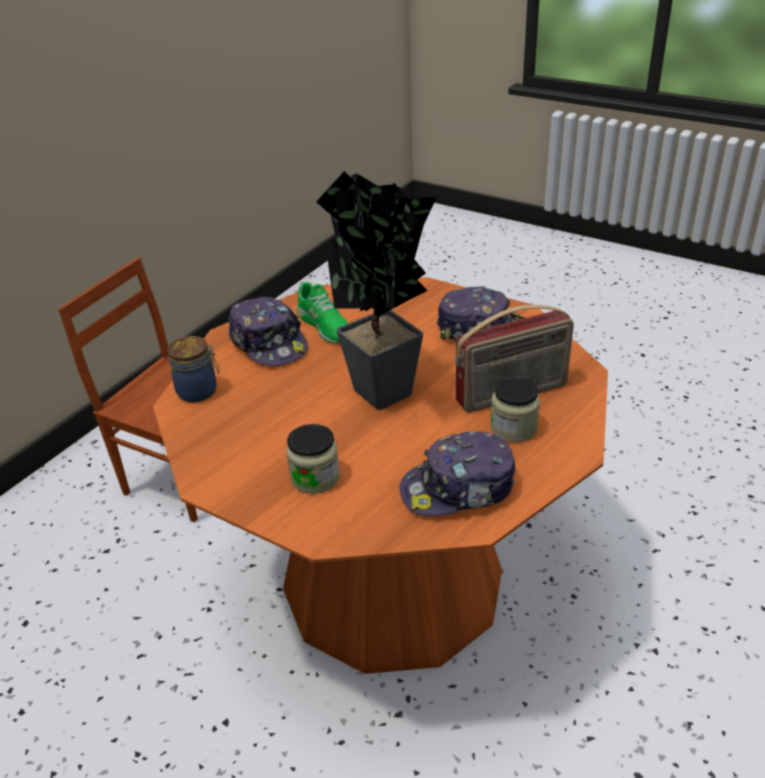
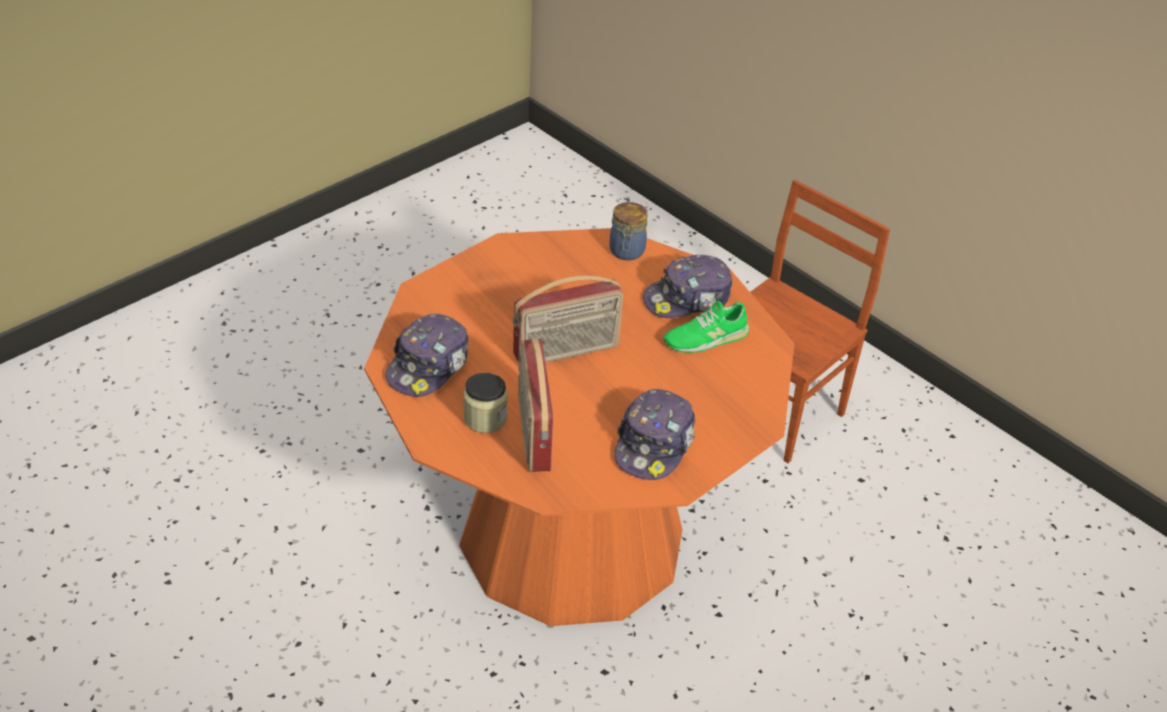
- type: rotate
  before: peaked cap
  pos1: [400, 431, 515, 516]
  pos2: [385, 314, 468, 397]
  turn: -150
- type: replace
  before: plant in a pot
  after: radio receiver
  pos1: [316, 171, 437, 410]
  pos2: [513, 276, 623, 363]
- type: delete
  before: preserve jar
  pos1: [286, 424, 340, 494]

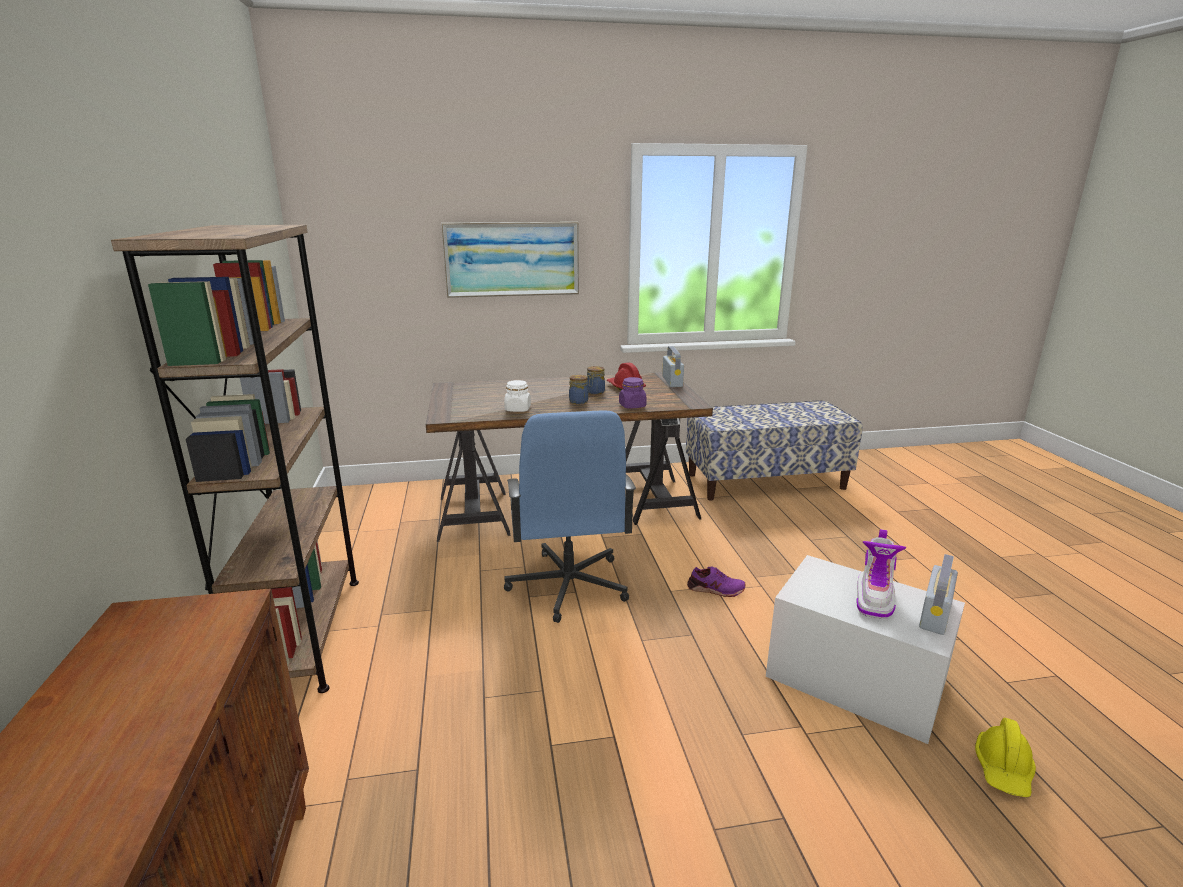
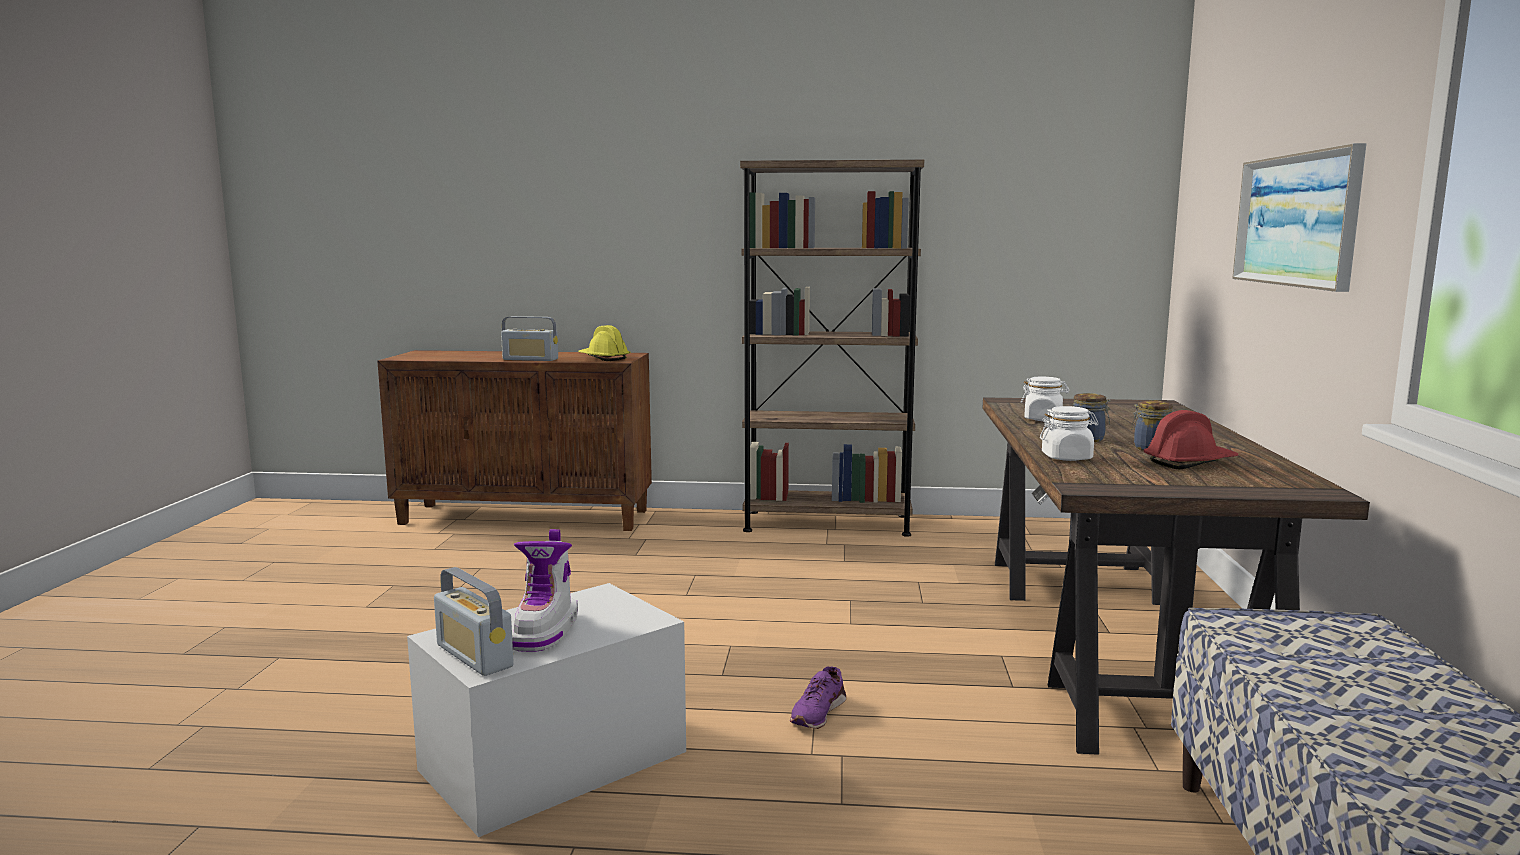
- type: move
  before: radio receiver
  pos1: [662, 346, 684, 387]
  pos2: [501, 316, 558, 361]
- type: rotate
  before: high-top boot
  pos1: [856, 529, 906, 619]
  pos2: [512, 529, 578, 652]
  turn: -120
- type: move
  before: yellow-coloured work helmet
  pos1: [975, 717, 1036, 797]
  pos2: [578, 325, 630, 361]
- type: recolor
  before: purple preserve jar
  after: white-coloured preserve jar
  pos1: [619, 377, 647, 408]
  pos2: [1040, 406, 1099, 461]
- type: delete
  before: blue office chair
  pos1: [504, 411, 636, 623]

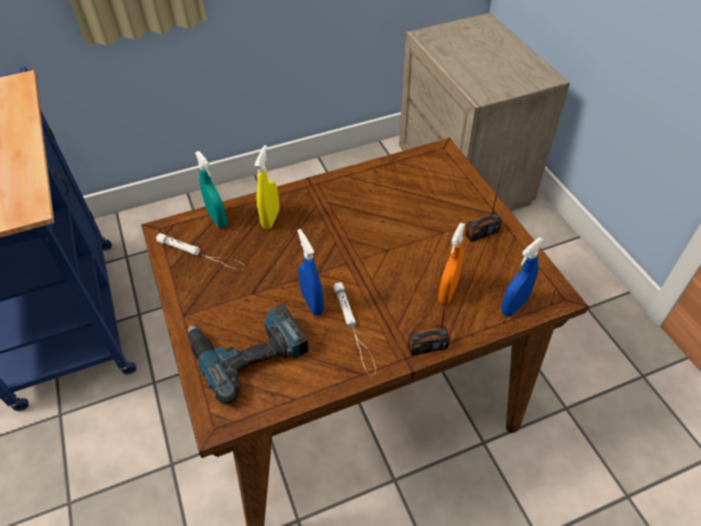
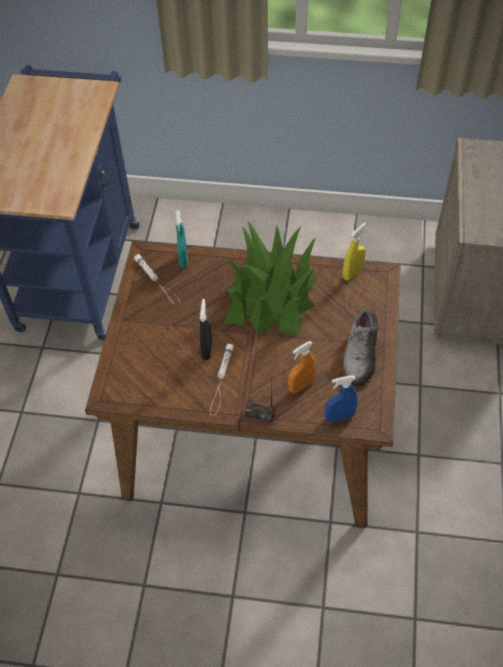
- type: recolor
  before: blue sprayer
  after: blackish sprayer
  pos1: [297, 229, 324, 315]
  pos2: [200, 299, 212, 360]
- type: insert
  after: plant in a pot
  pos2: [225, 220, 316, 336]
- type: move
  before: yellow-coloured sprayer
  pos1: [254, 145, 280, 229]
  pos2: [343, 223, 366, 280]
- type: replace
  before: radio receiver
  after: low shoe
  pos1: [465, 160, 505, 242]
  pos2: [343, 308, 384, 386]
- type: delete
  before: electric drill
  pos1: [188, 304, 309, 404]

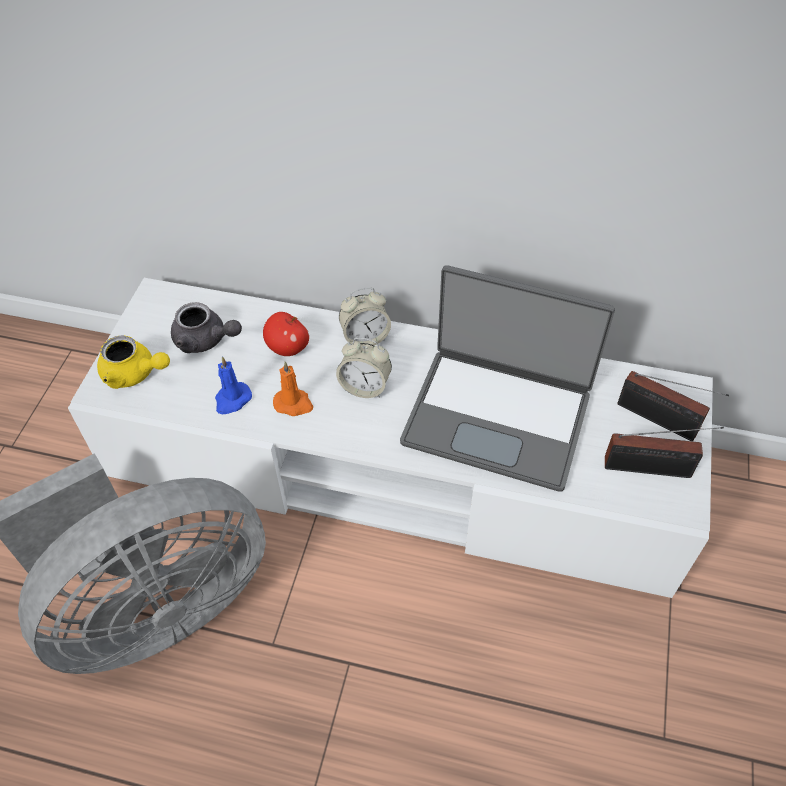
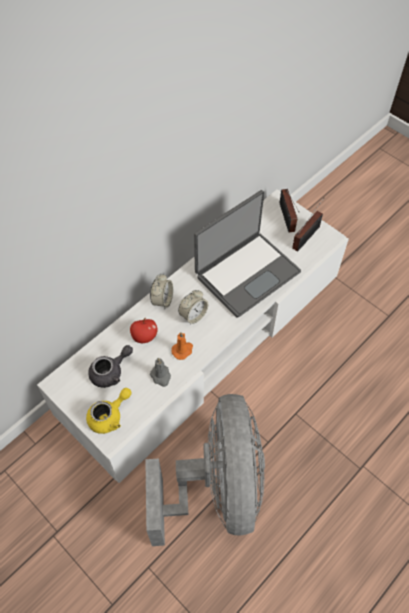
- type: recolor
  before: blue wax candle
  after: greyish wax candle
  pos1: [215, 356, 252, 414]
  pos2: [150, 358, 171, 387]
- type: rotate
  before: radio receiver
  pos1: [617, 371, 729, 441]
  pos2: [279, 189, 299, 232]
  turn: 105

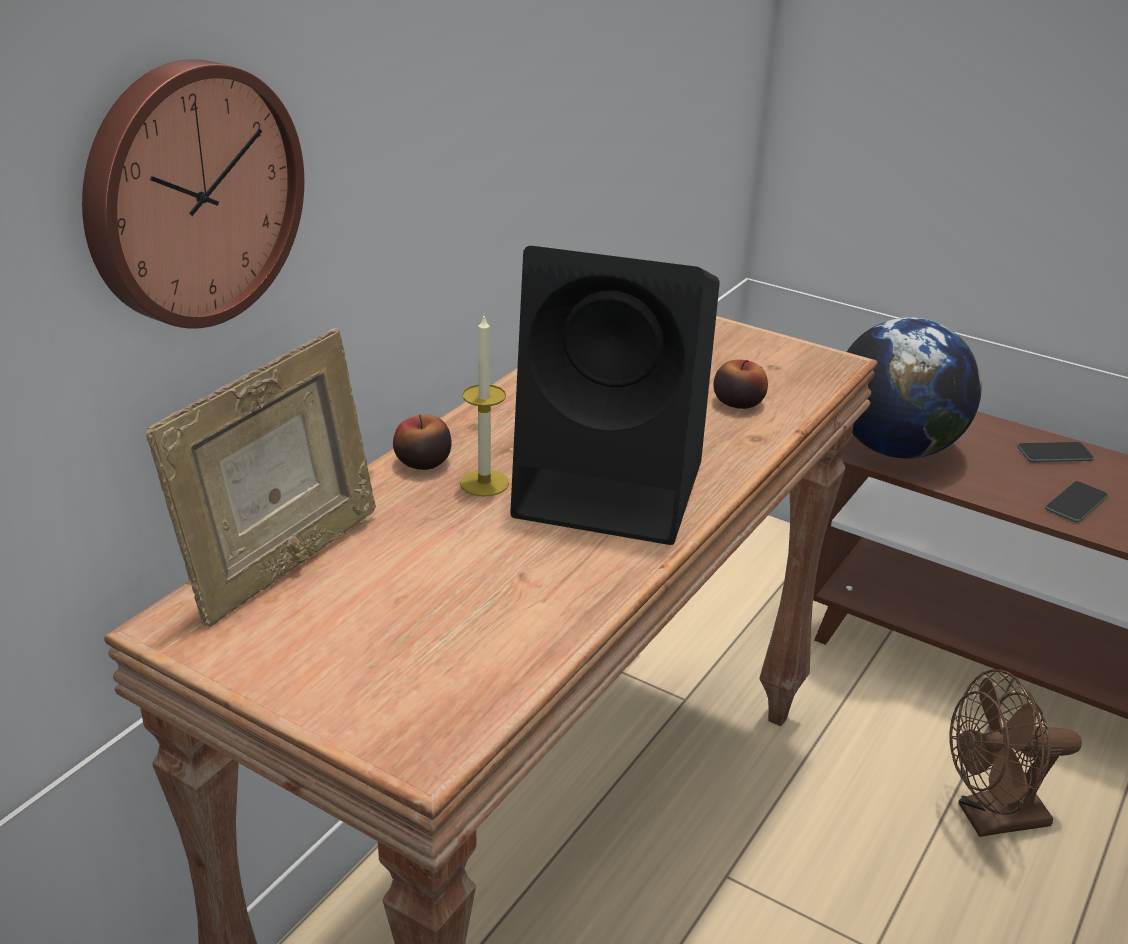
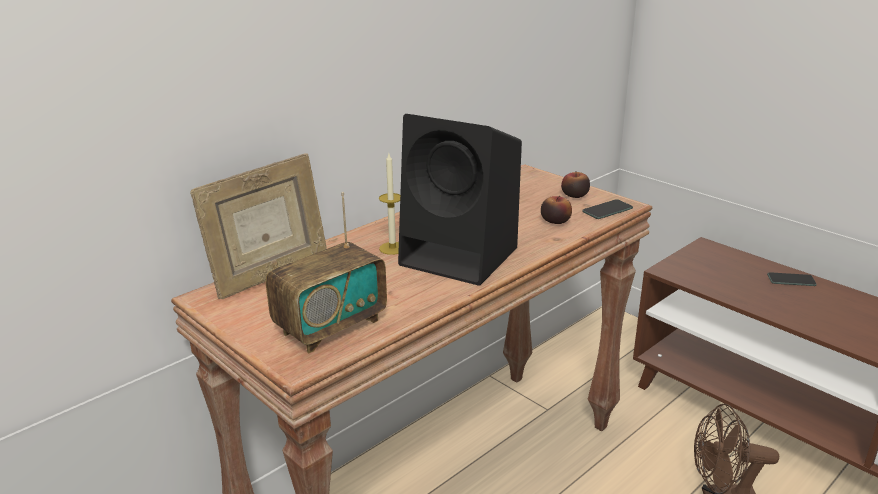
- type: insert
  after: radio receiver
  pos2: [266, 192, 387, 353]
- type: move
  before: apple fruit
  pos1: [393, 414, 452, 470]
  pos2: [561, 171, 590, 198]
- type: move
  before: telephone
  pos1: [1045, 481, 1108, 522]
  pos2: [582, 199, 633, 219]
- type: delete
  before: wall clock
  pos1: [82, 59, 304, 329]
- type: delete
  before: globe
  pos1: [847, 317, 982, 458]

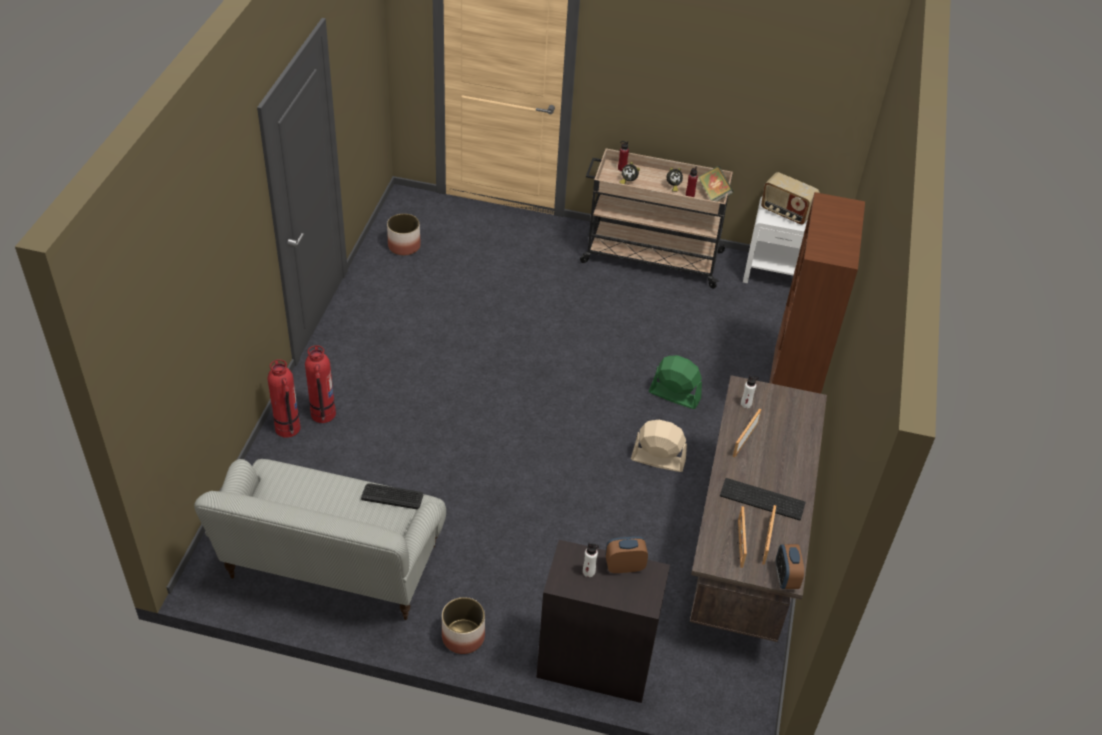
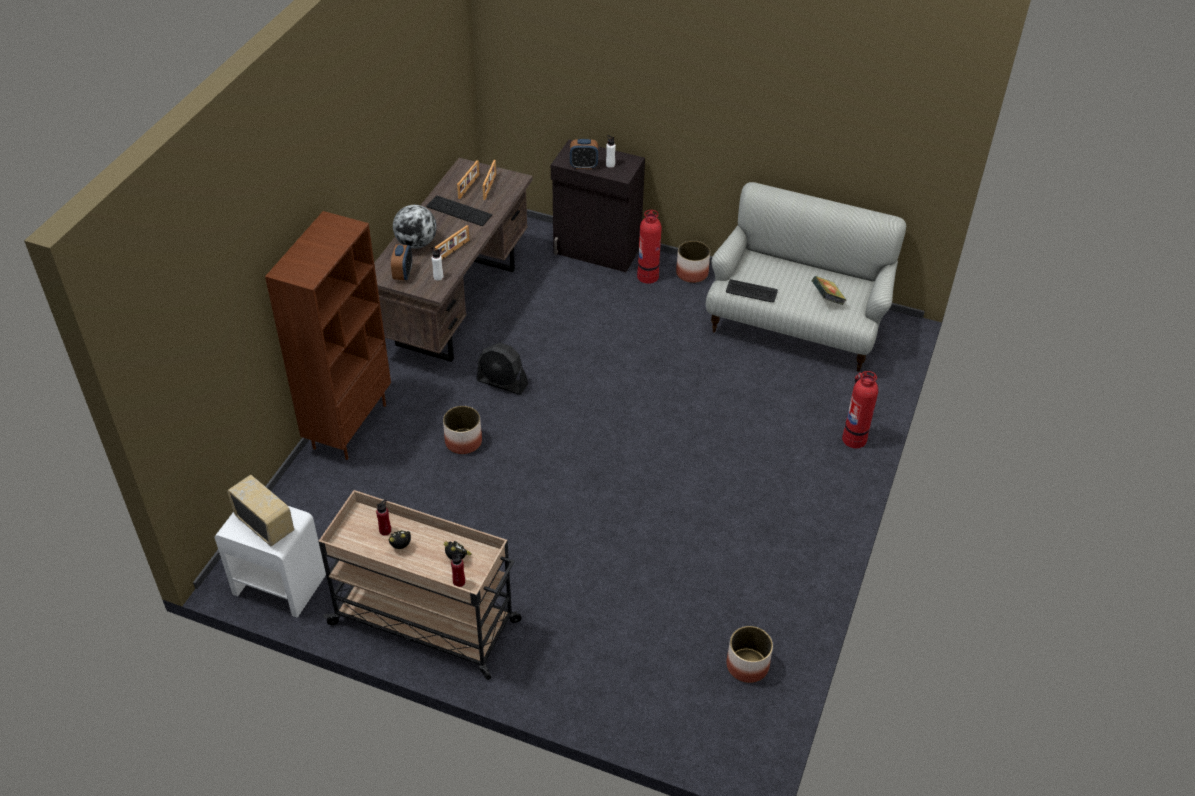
- type: move
  before: table clock
  pos1: [776, 544, 804, 589]
  pos2: [391, 244, 412, 280]
- type: insert
  after: globe
  pos2: [393, 205, 437, 249]
- type: replace
  before: green electric fan
  after: planter
  pos1: [649, 355, 702, 409]
  pos2: [443, 406, 482, 454]
- type: recolor
  before: beige-coloured electric fan
  after: blackish electric fan
  pos1: [631, 420, 687, 472]
  pos2: [477, 343, 528, 395]
- type: move
  before: fire extinguisher
  pos1: [305, 345, 336, 423]
  pos2: [637, 210, 662, 284]
- type: move
  before: book
  pos1: [698, 166, 734, 202]
  pos2: [812, 276, 846, 305]

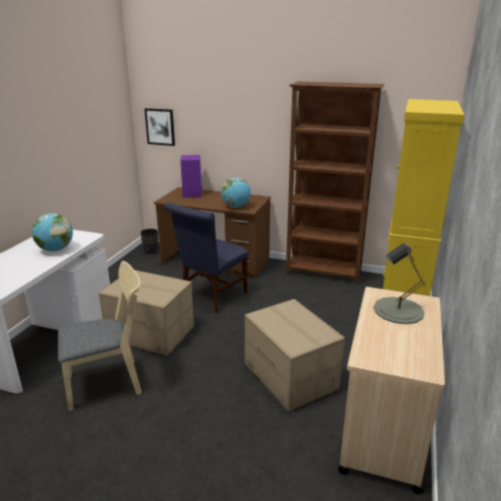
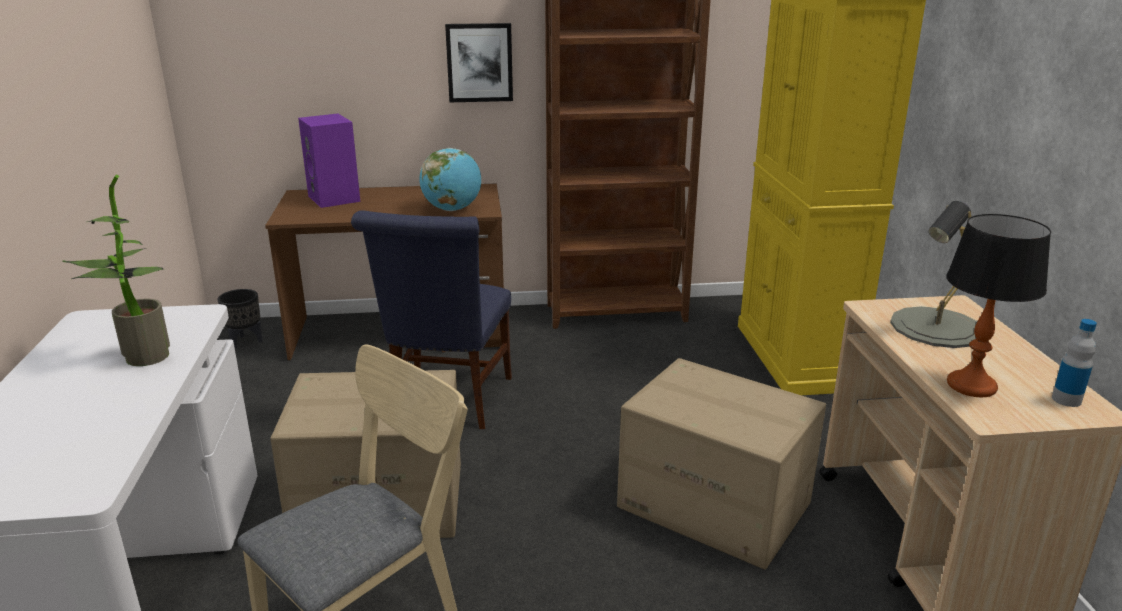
- type: replace
  before: globe
  after: plant in a pot
  pos1: [32, 213, 73, 251]
  pos2: [62, 175, 170, 366]
- type: move
  before: wall picture
  pos1: [145, 108, 175, 146]
  pos2: [445, 23, 513, 102]
- type: insert
  after: lamp for a table
  pos2: [946, 214, 1051, 397]
- type: insert
  after: drink bottle
  pos2: [1052, 319, 1097, 407]

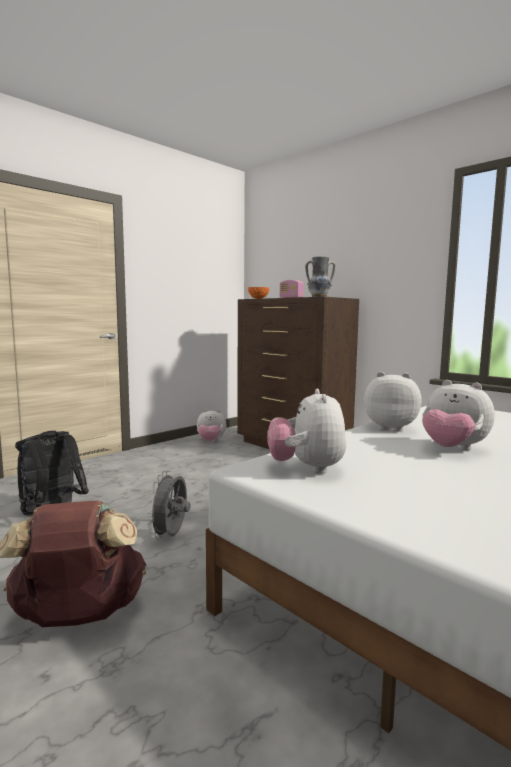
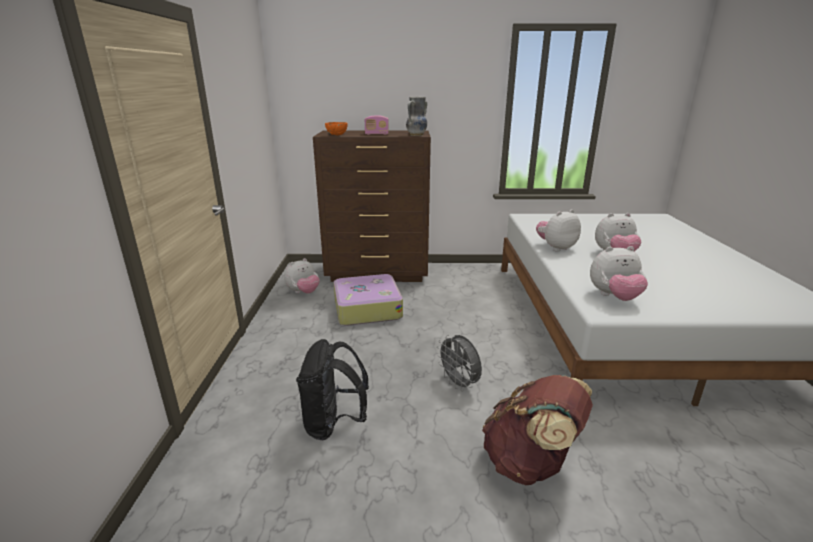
- type: insert
  after: suitcase
  pos2: [334, 274, 403, 326]
- type: rotate
  before: cuddly toy
  pos1: [267, 389, 346, 474]
  pos2: [590, 246, 648, 301]
  turn: -45

